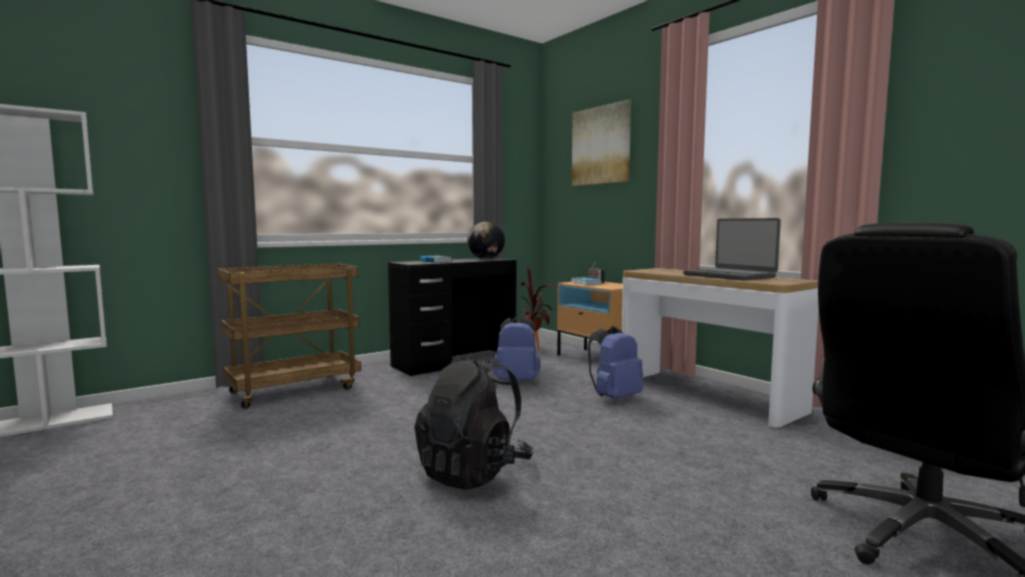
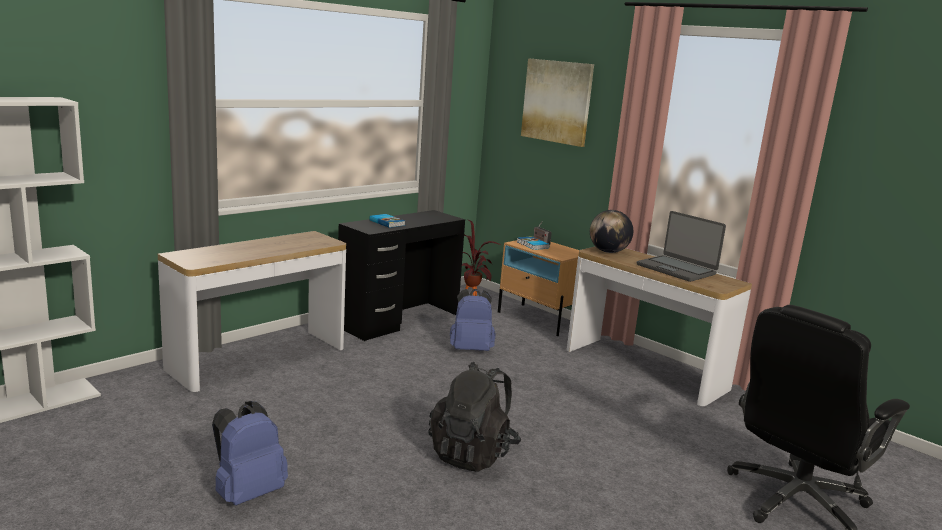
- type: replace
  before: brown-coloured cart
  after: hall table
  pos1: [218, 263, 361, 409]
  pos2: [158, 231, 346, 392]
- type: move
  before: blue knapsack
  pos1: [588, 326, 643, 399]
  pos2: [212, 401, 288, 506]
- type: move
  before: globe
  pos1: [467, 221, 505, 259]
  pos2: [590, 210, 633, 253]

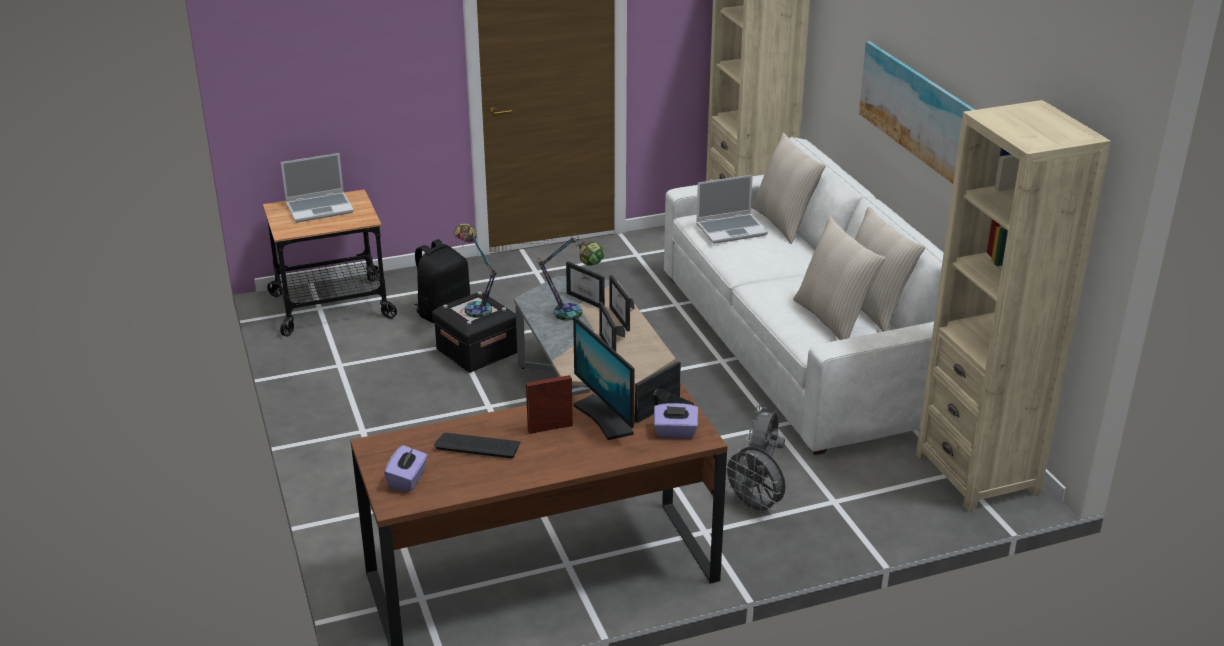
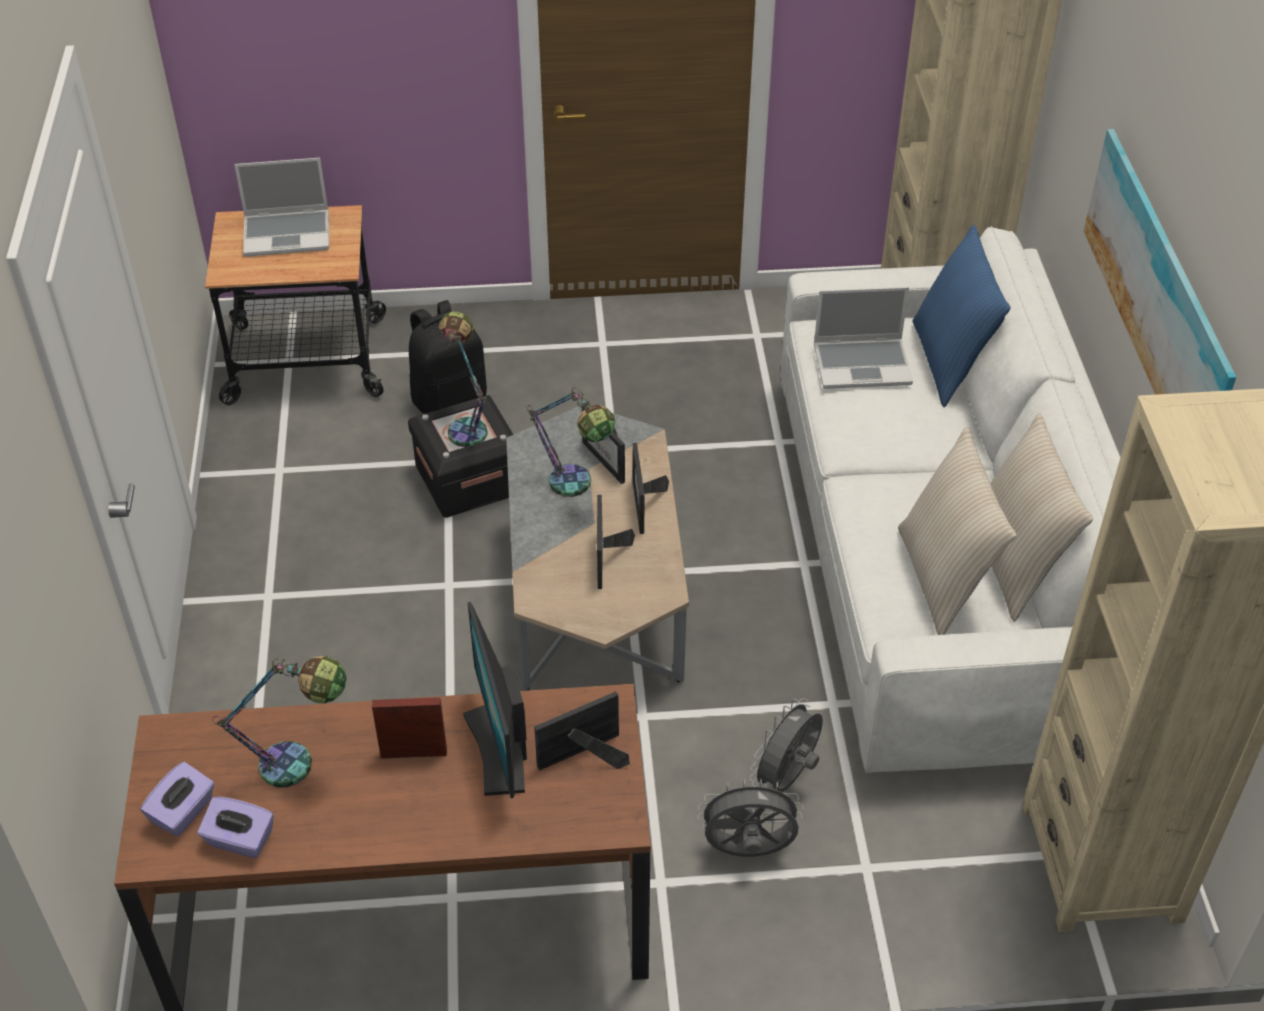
- type: move
  before: purple box of tissues
  pos1: [654, 403, 698, 438]
  pos2: [198, 797, 274, 858]
- type: replace
  before: PC keyboard
  after: lamp for a table
  pos1: [434, 433, 520, 458]
  pos2: [212, 656, 347, 787]
- type: rotate
  before: greyish electric fan
  pos1: [725, 447, 786, 516]
  pos2: [697, 779, 804, 857]
  turn: 120
- type: recolor
  before: beige-coloured cushion
  after: blue cushion
  pos1: [752, 133, 826, 244]
  pos2: [913, 224, 1011, 407]

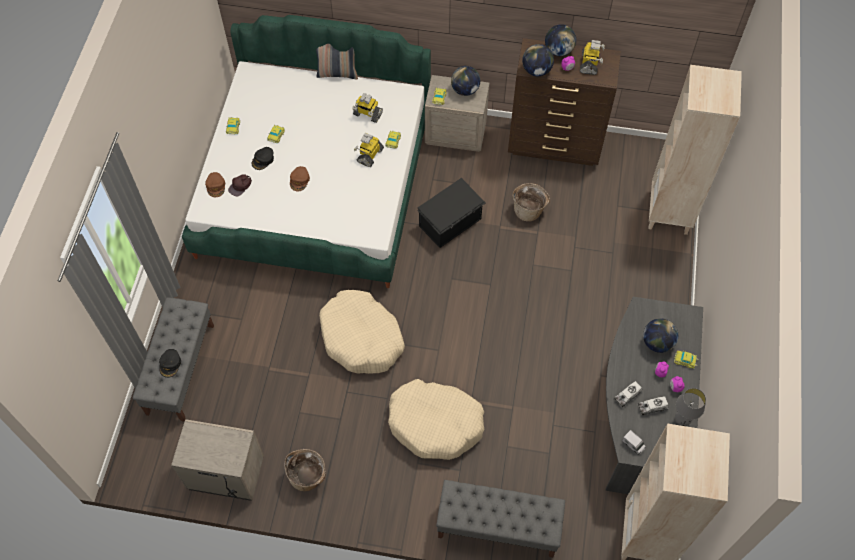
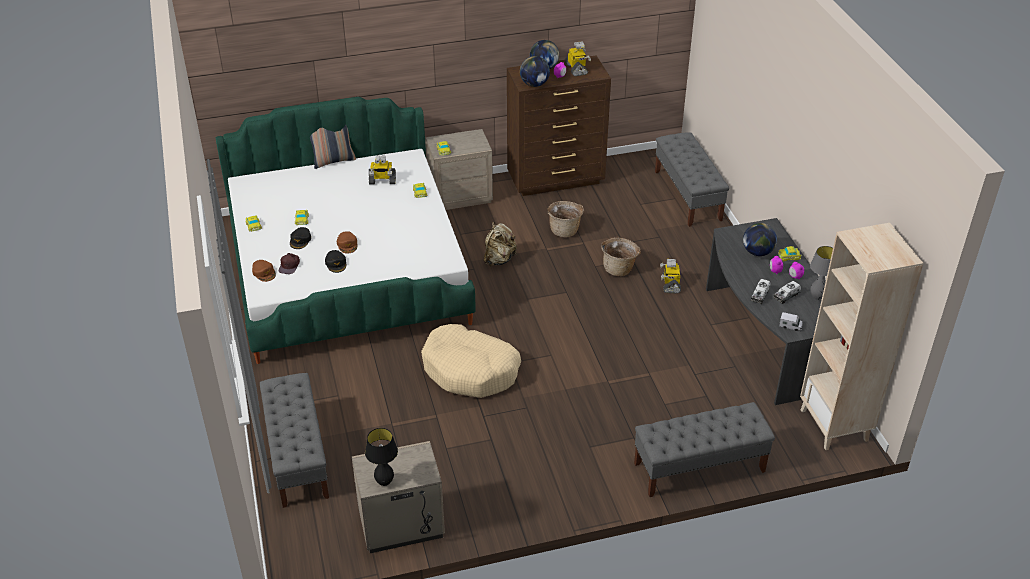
- type: move
  before: blackish peaked cap
  pos1: [159, 349, 181, 378]
  pos2: [325, 250, 346, 273]
- type: insert
  after: blackish lamp for a table
  pos2: [365, 428, 398, 486]
- type: replace
  before: blackish storage container
  after: beige-coloured knapsack
  pos1: [417, 178, 485, 248]
  pos2: [484, 222, 517, 266]
- type: move
  before: basket
  pos1: [285, 449, 326, 491]
  pos2: [601, 238, 641, 276]
- type: replace
  before: beige-coloured shelving unit
  after: greyish indoor bench
  pos1: [648, 65, 742, 235]
  pos2: [655, 132, 729, 227]
- type: move
  before: model robot
  pos1: [354, 133, 384, 167]
  pos2: [660, 259, 681, 293]
- type: delete
  before: beige-coloured dog bed
  pos1: [388, 379, 484, 460]
- type: delete
  before: globe
  pos1: [451, 66, 480, 96]

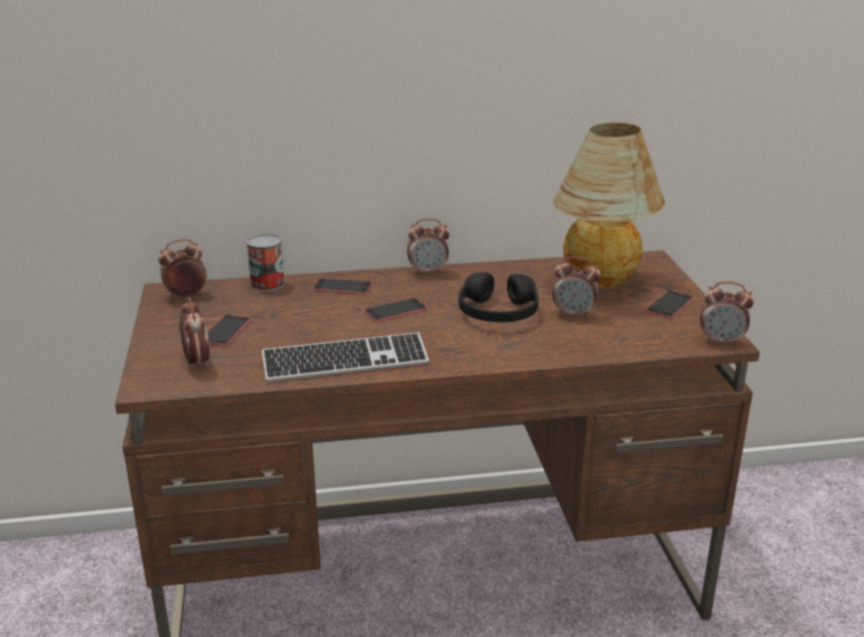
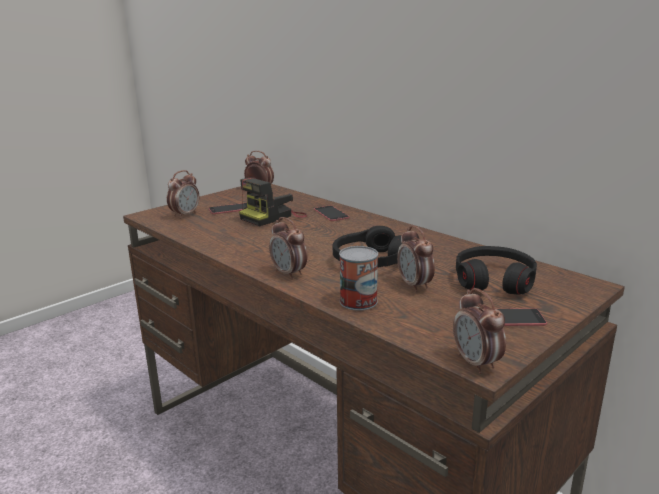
- type: insert
  after: still camera
  pos2: [239, 178, 307, 226]
- type: move
  before: table clock
  pos1: [407, 218, 449, 275]
  pos2: [269, 217, 307, 280]
- type: move
  before: metal can
  pos1: [246, 234, 285, 291]
  pos2: [339, 246, 378, 311]
- type: replace
  before: lamp for a table
  after: blackish pair of headphones
  pos1: [553, 123, 665, 288]
  pos2: [456, 246, 537, 295]
- type: delete
  before: PC keyboard
  pos1: [262, 332, 429, 382]
- type: delete
  before: telephone
  pos1: [365, 298, 427, 322]

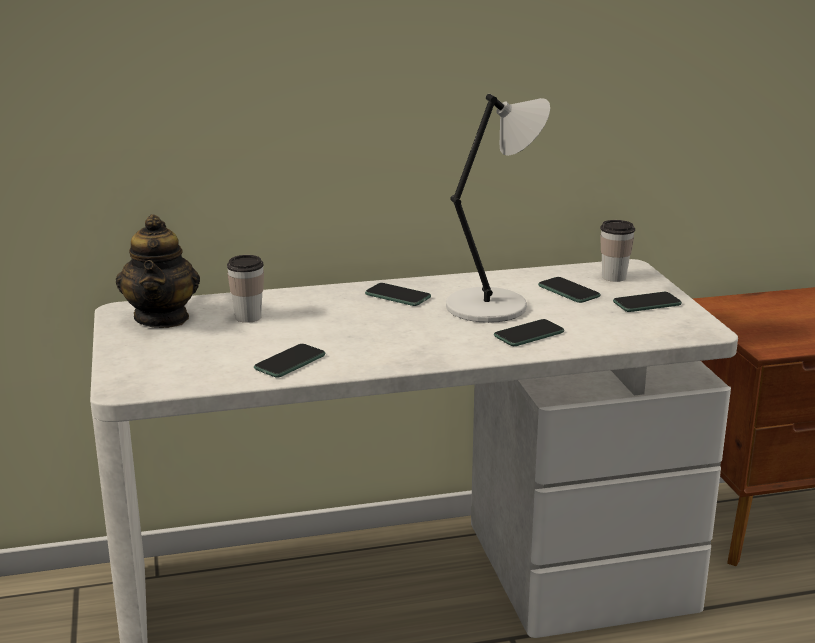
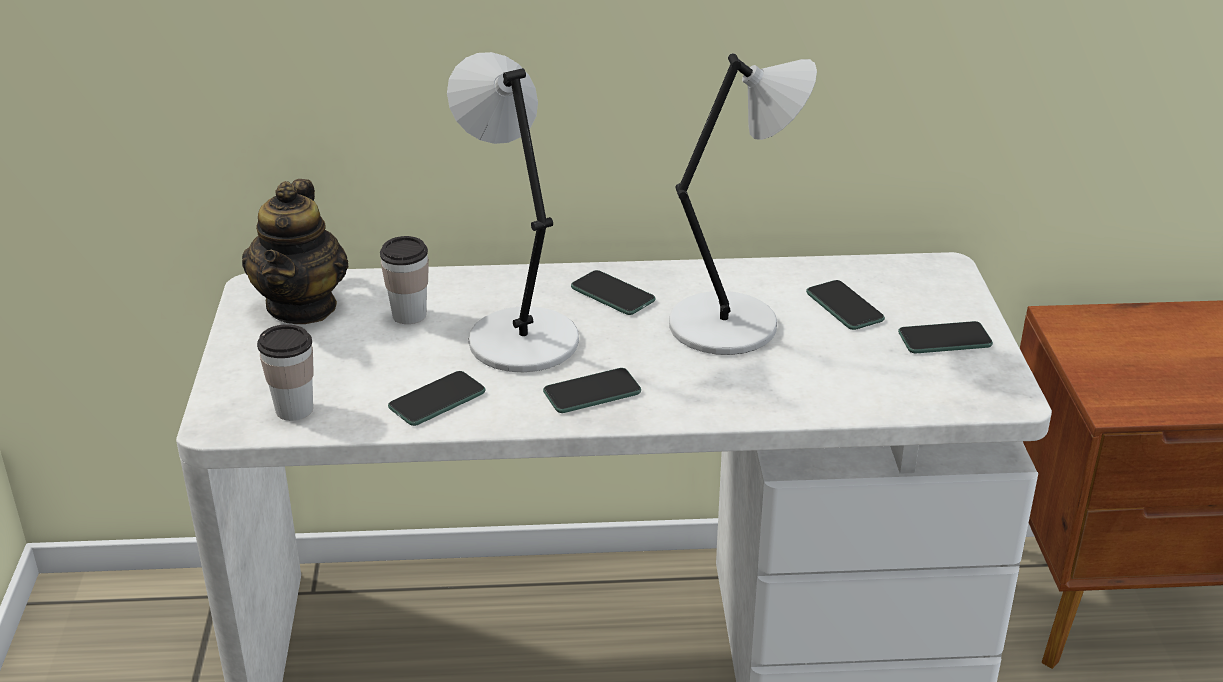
- type: move
  before: cup
  pos1: [600, 220, 635, 282]
  pos2: [257, 324, 314, 421]
- type: insert
  after: greyish lamp for a table
  pos2: [447, 52, 579, 372]
- type: move
  before: telephone
  pos1: [494, 319, 564, 346]
  pos2: [543, 368, 641, 413]

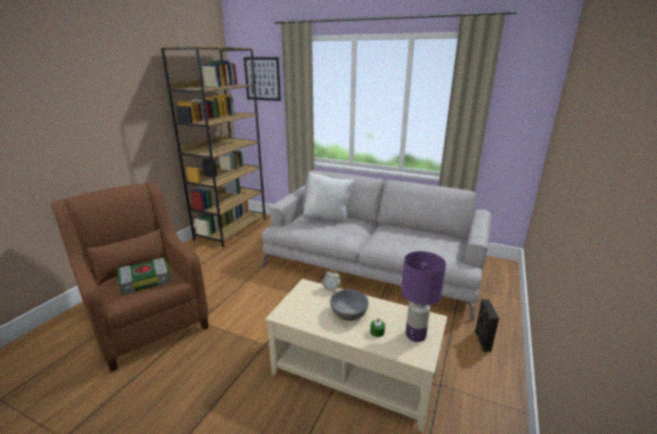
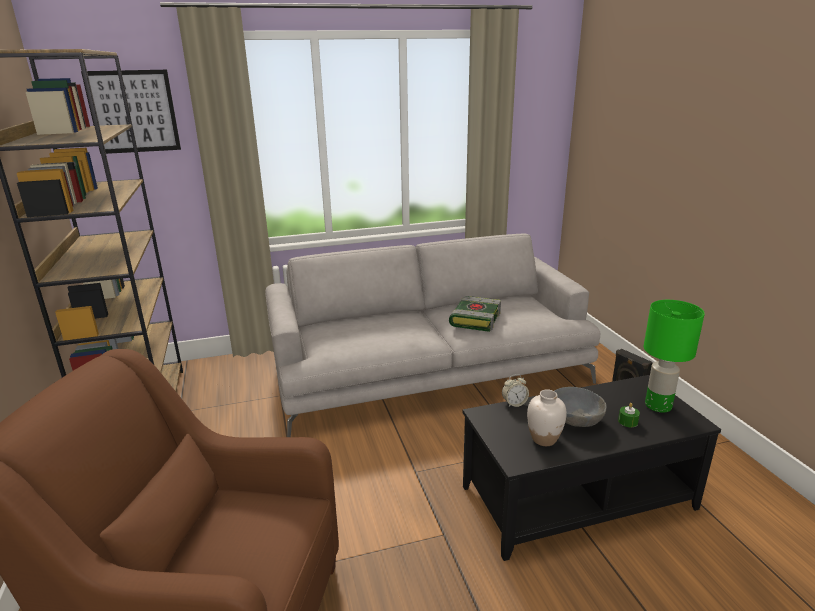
- type: move
  before: book
  pos1: [117, 258, 172, 295]
  pos2: [449, 296, 501, 332]
- type: recolor
  before: beige-coloured lounge table
  after: blackish lounge table
  pos1: [265, 279, 447, 432]
  pos2: [463, 375, 721, 561]
- type: insert
  after: white-coloured decorative vase
  pos2: [527, 389, 567, 446]
- type: recolor
  before: purple lamp for a table
  after: green lamp for a table
  pos1: [401, 251, 446, 342]
  pos2: [644, 300, 705, 413]
- type: delete
  before: white-coloured cushion
  pos1: [304, 172, 354, 222]

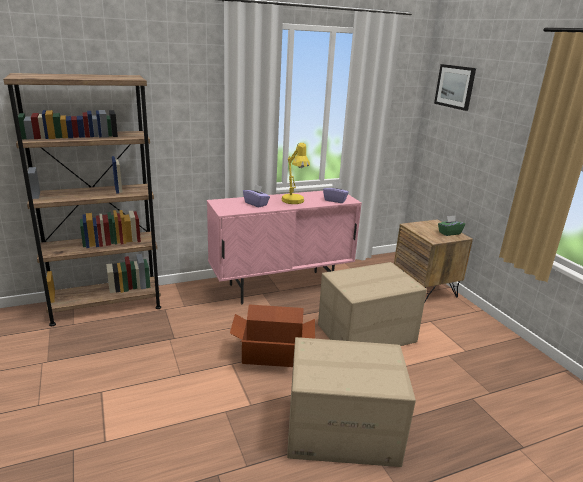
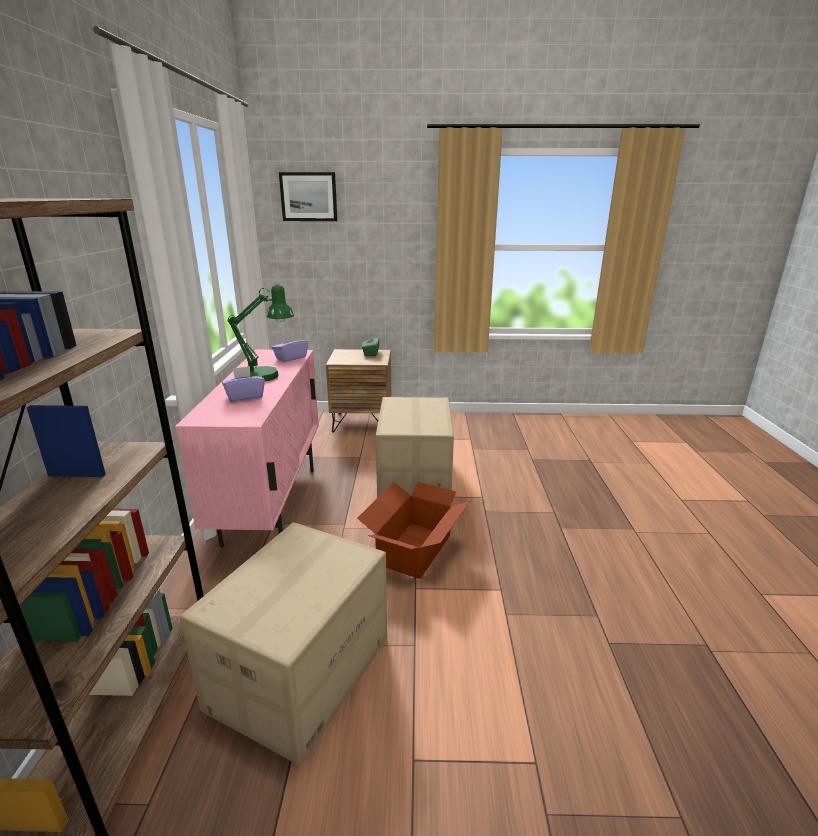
- type: move
  before: carton
  pos1: [287, 337, 416, 467]
  pos2: [180, 522, 387, 766]
- type: recolor
  before: yellow-coloured lamp for a table
  after: green lamp for a table
  pos1: [282, 143, 310, 204]
  pos2: [228, 284, 294, 381]

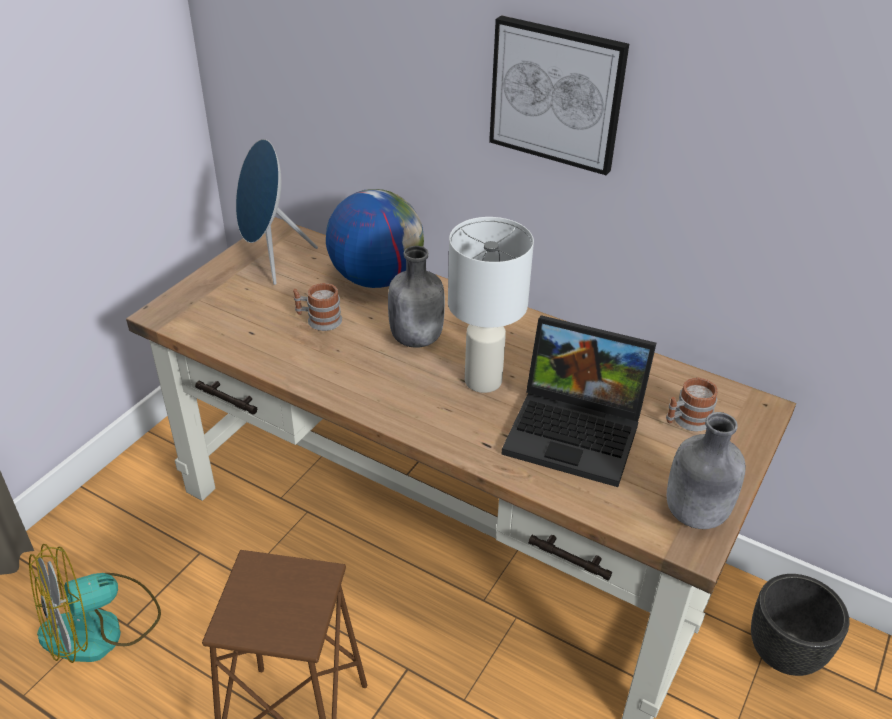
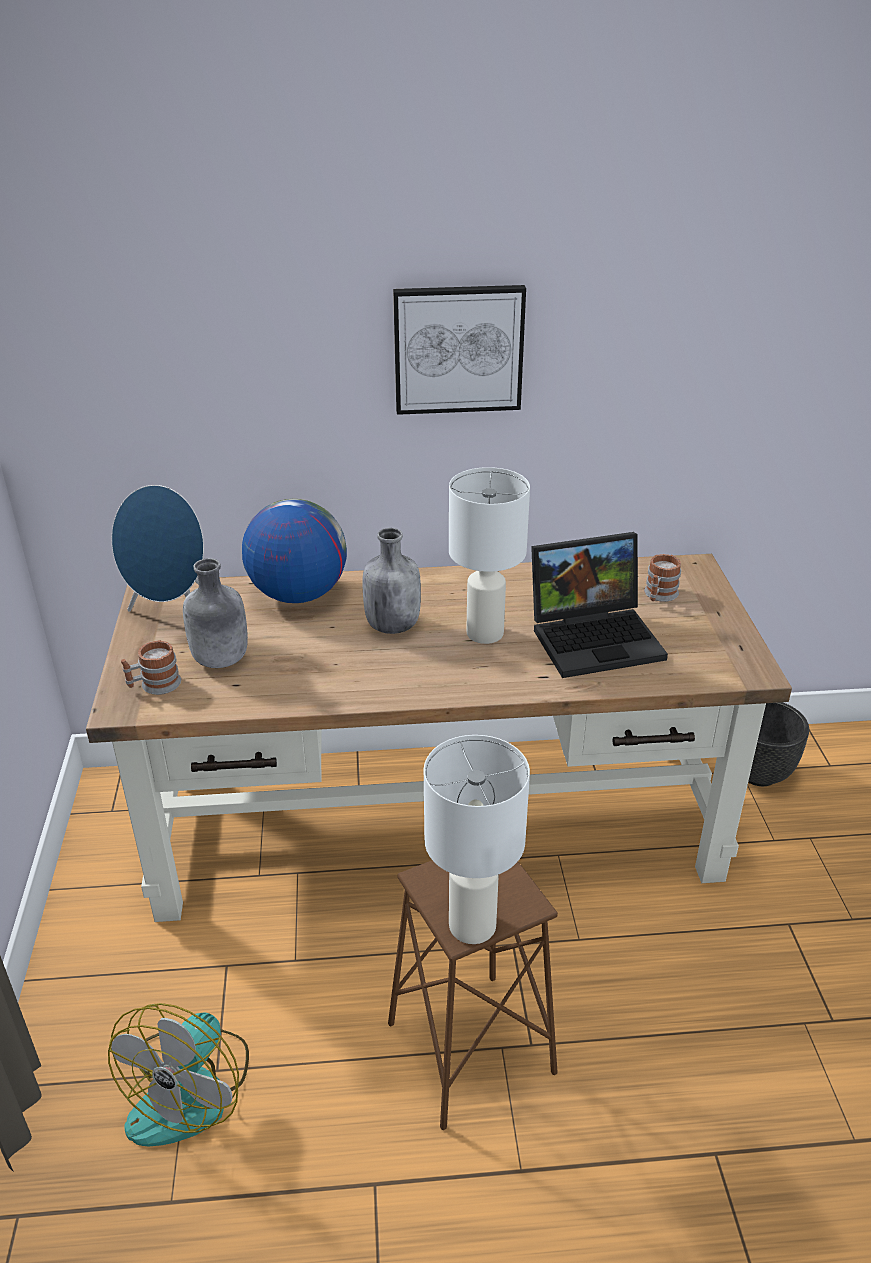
- type: move
  before: mug
  pos1: [293, 283, 342, 331]
  pos2: [121, 640, 181, 695]
- type: move
  before: greyish drink bottle
  pos1: [667, 412, 746, 529]
  pos2: [183, 558, 248, 668]
- type: insert
  after: white-coloured lamp for a table
  pos2: [424, 735, 530, 944]

